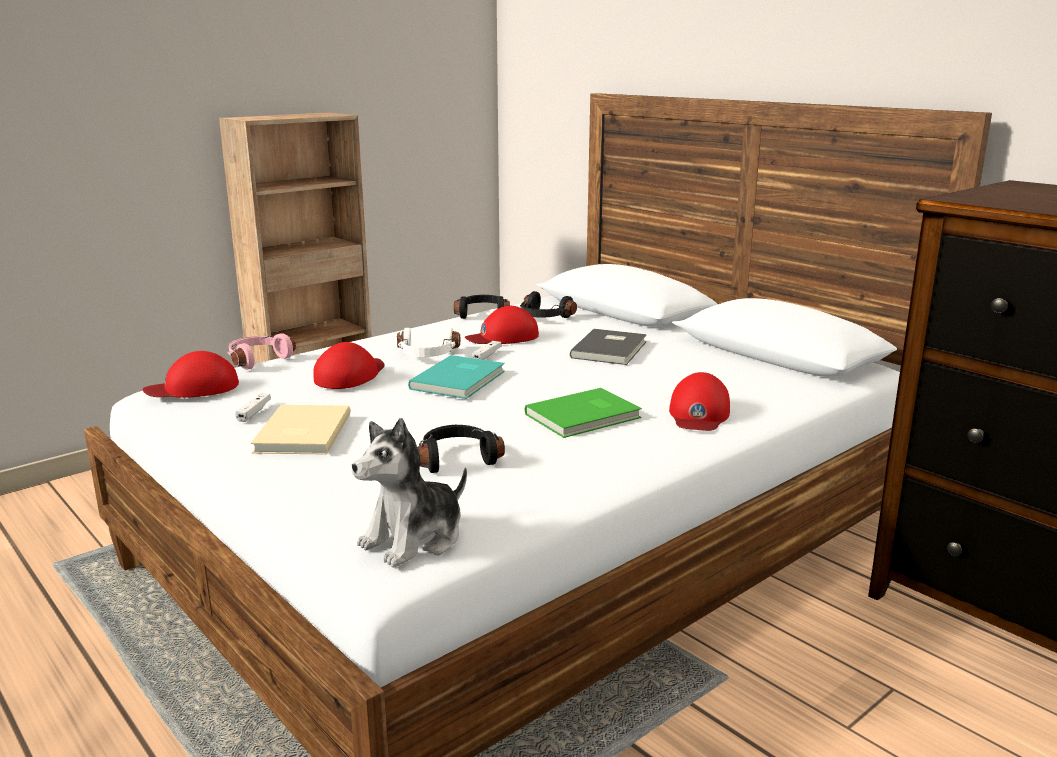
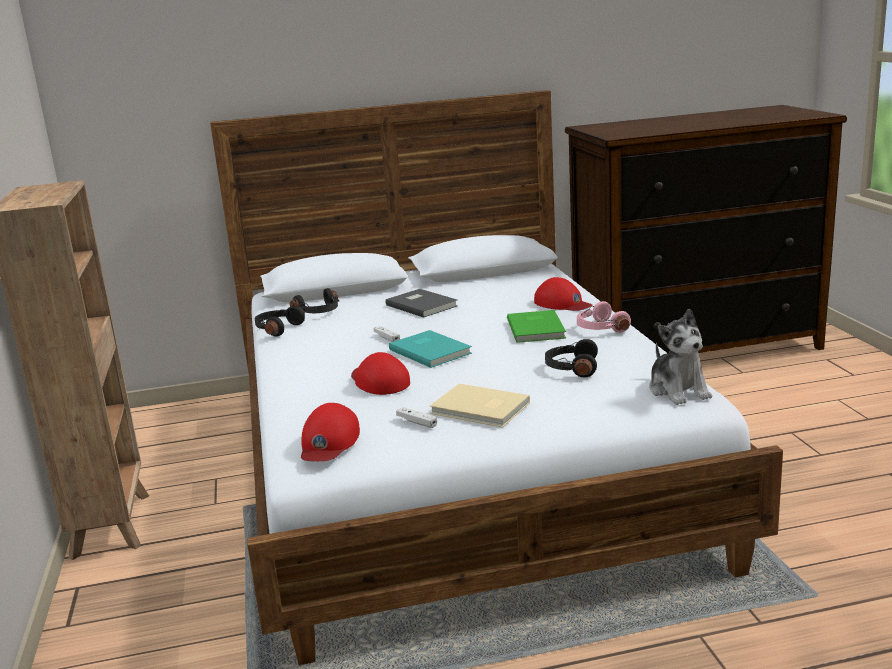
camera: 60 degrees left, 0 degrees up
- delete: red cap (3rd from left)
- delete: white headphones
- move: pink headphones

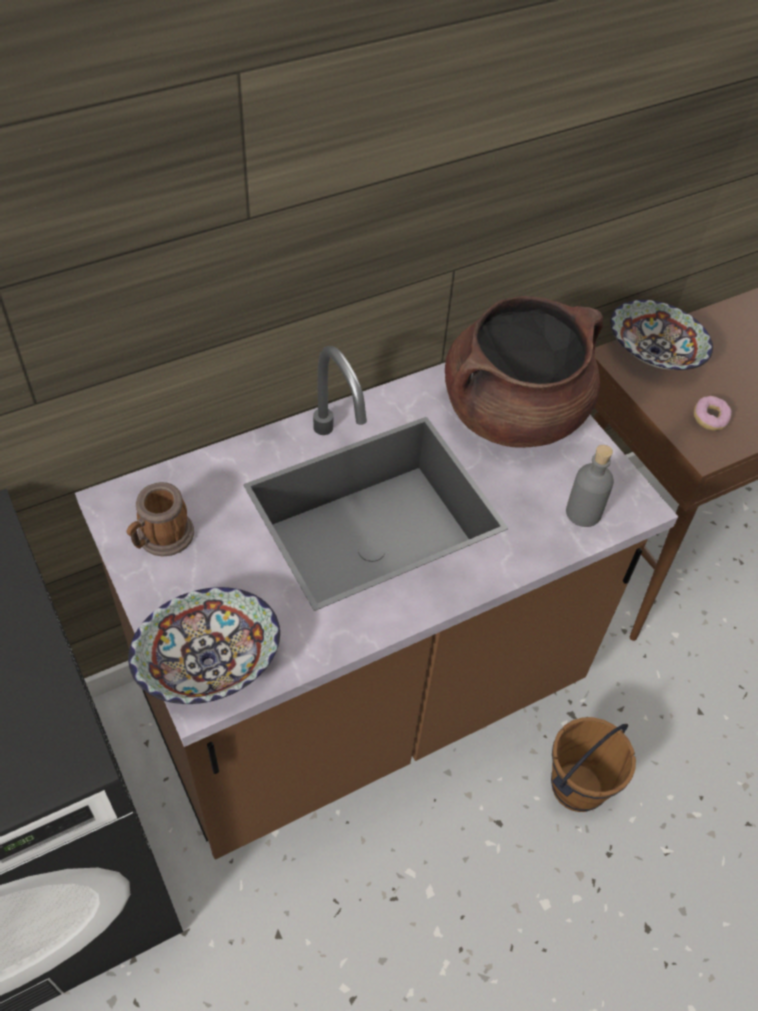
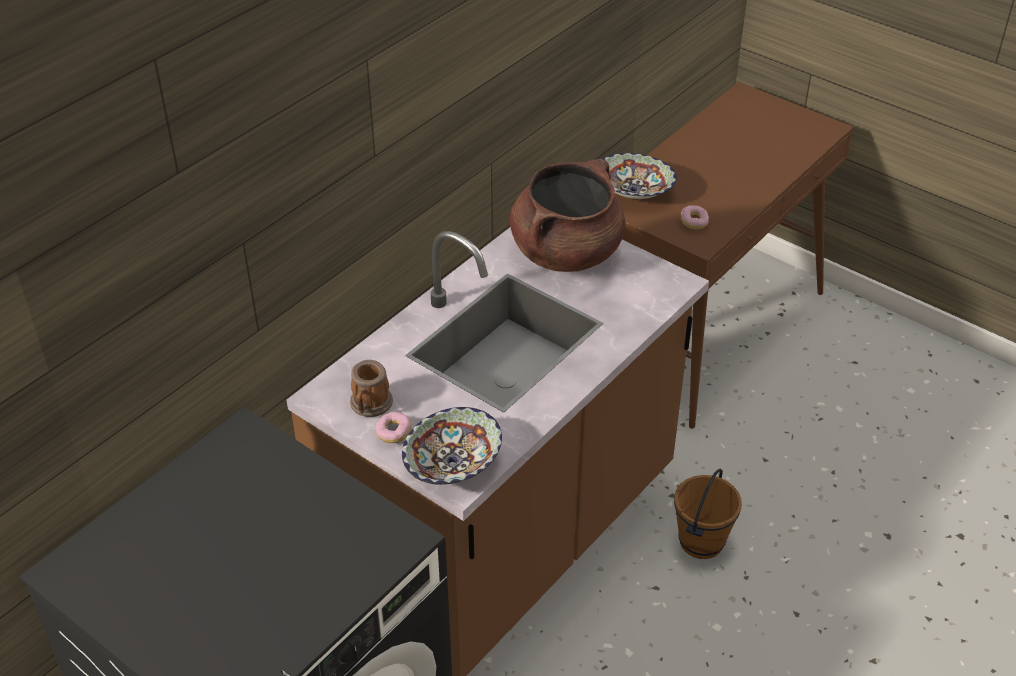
camera: 20 degrees left, 10 degrees down
- delete: grey bottle
- insert: donut (1st from left)

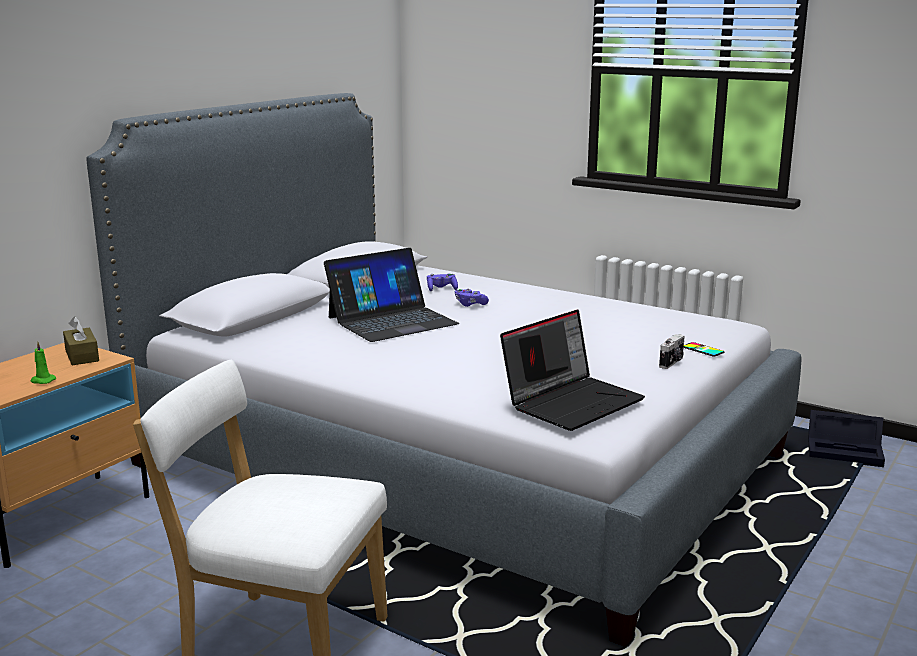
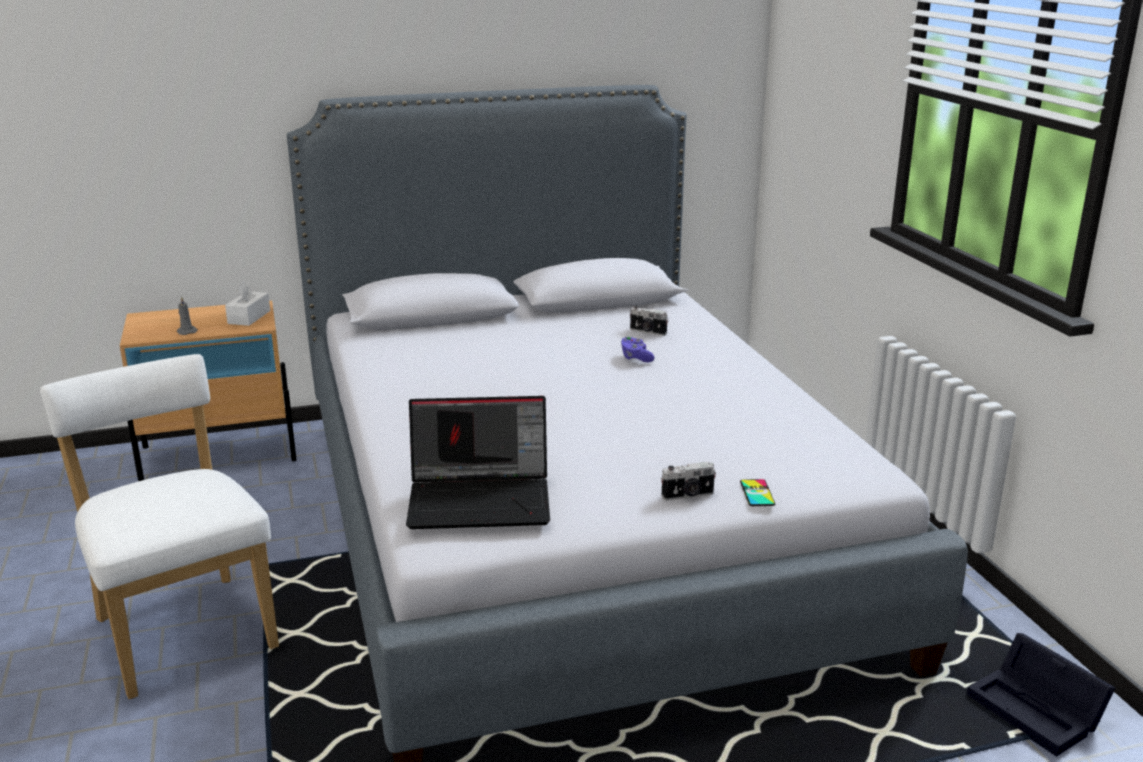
camera: 40 degrees right, 5 degrees up
- delete: laptop (1st from left)
- replace: purple game controller (1st from left) to photo camera (1st from left)
- recolor: brown tissue box to white tissue box
- recolor: green candle to grey candle

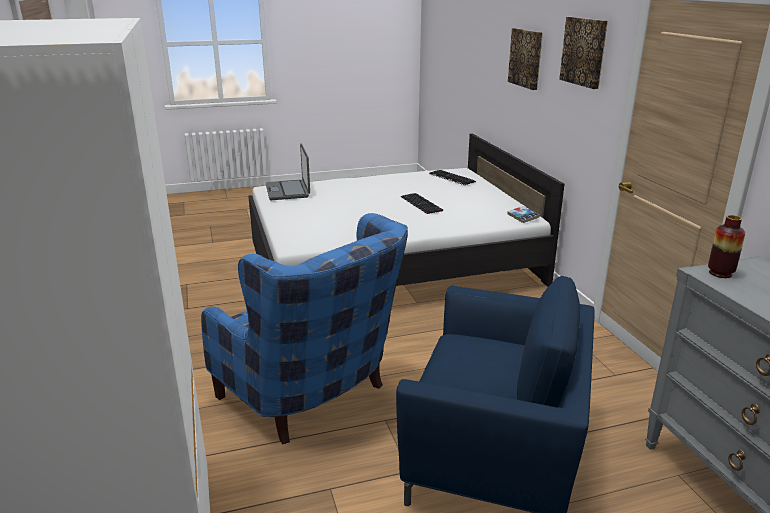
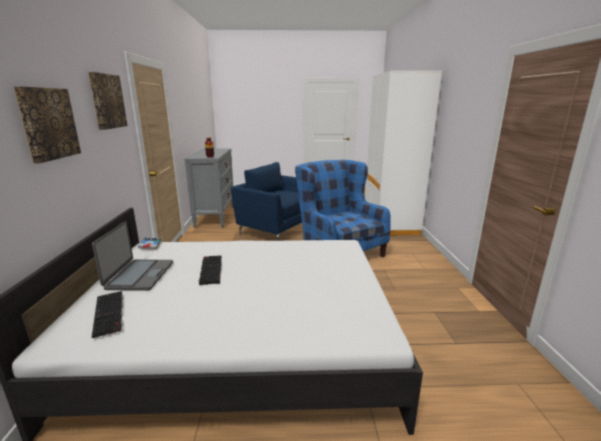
camera: 165 degrees left, 5 degrees down
- move: laptop

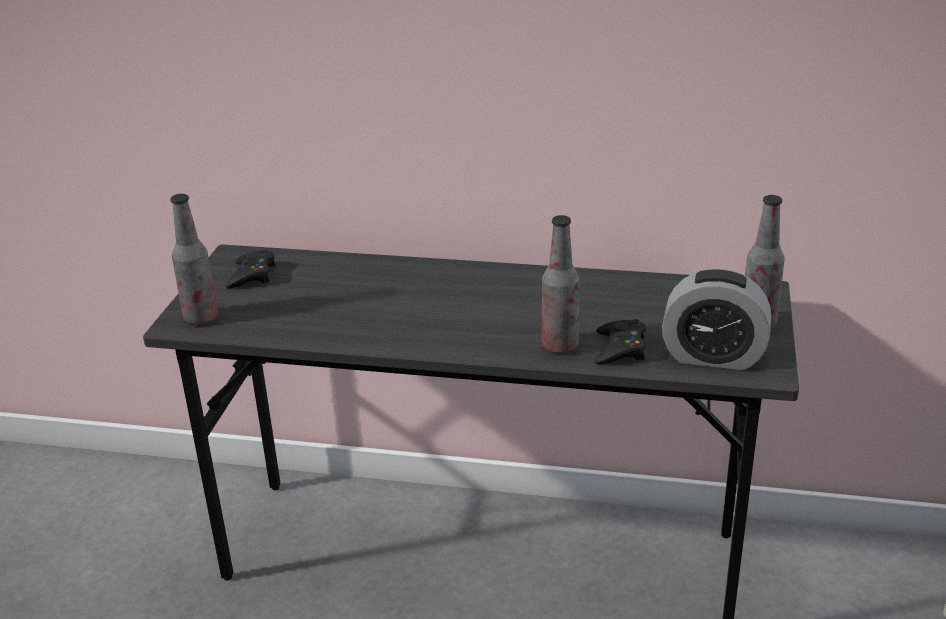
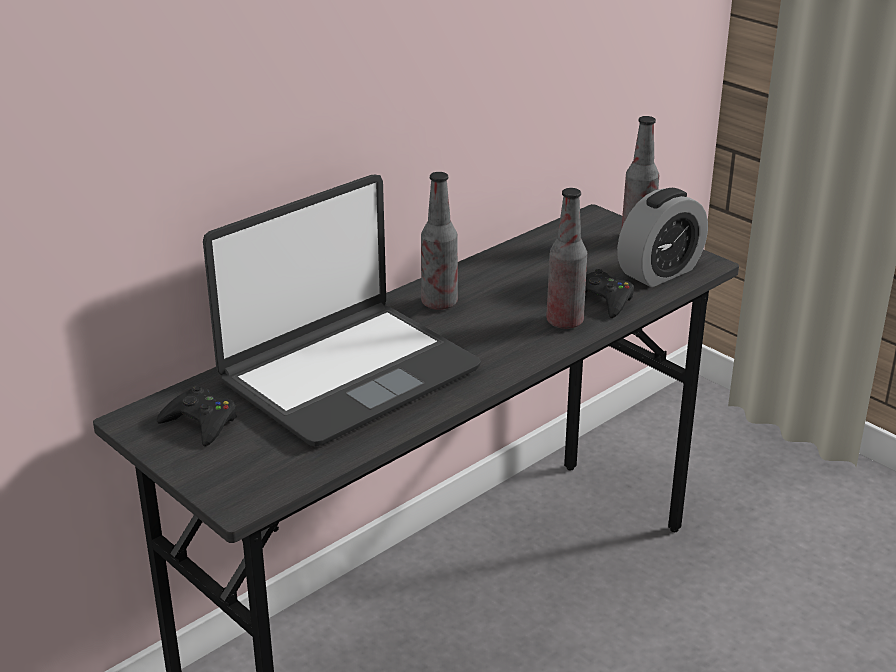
camera: 55 degrees left, 0 degrees up
- move: bottle (1st from left)
- insert: laptop

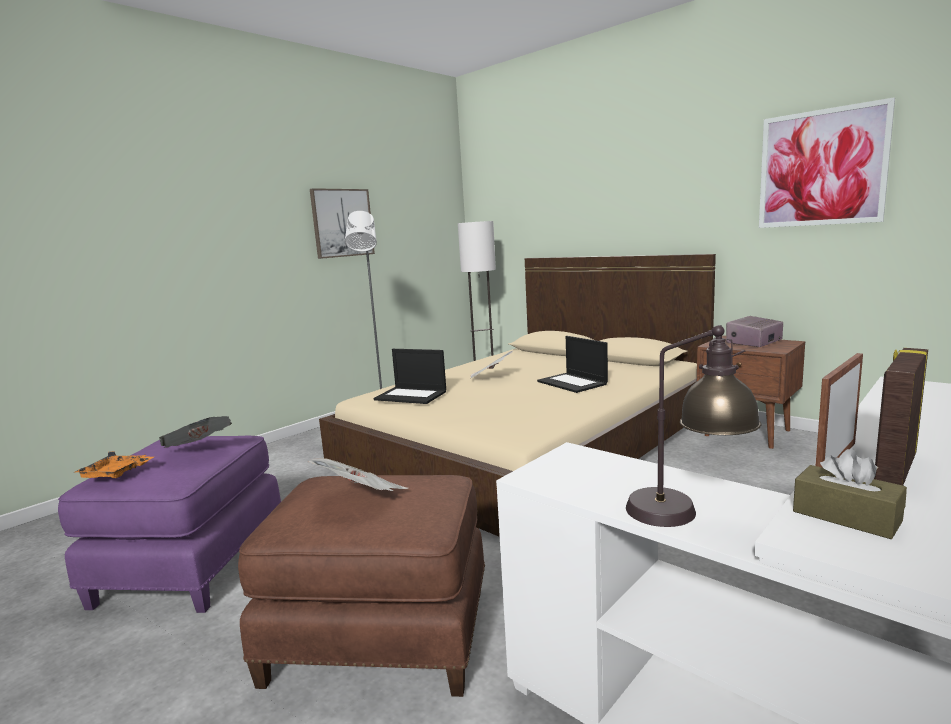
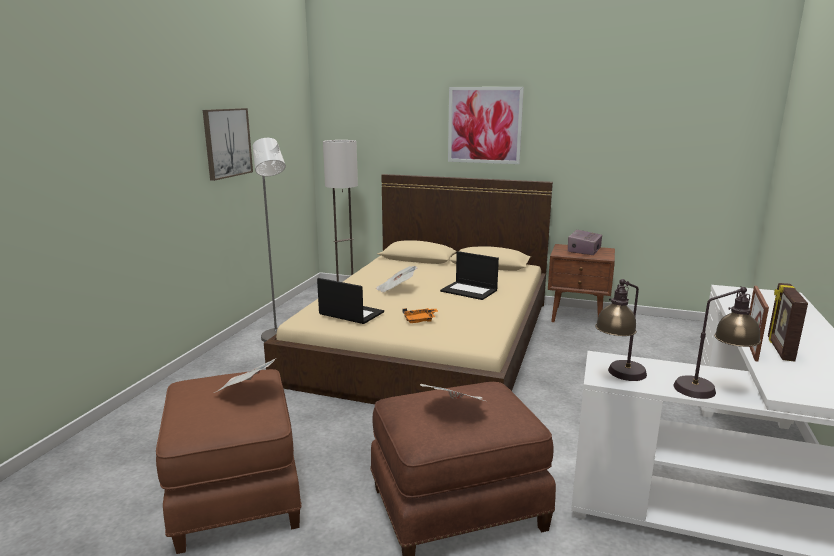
camera: 25 degrees left, 5 degrees up
- move: picture (2nd from left)
- rotate: laptop (1st from left) 150 degrees counterclockwise
- recolor: purple ottoman to brown ottoman (1st from left)
- delete: brown tissue box
- move: orange tray
- insert: table lamp (1st from left)

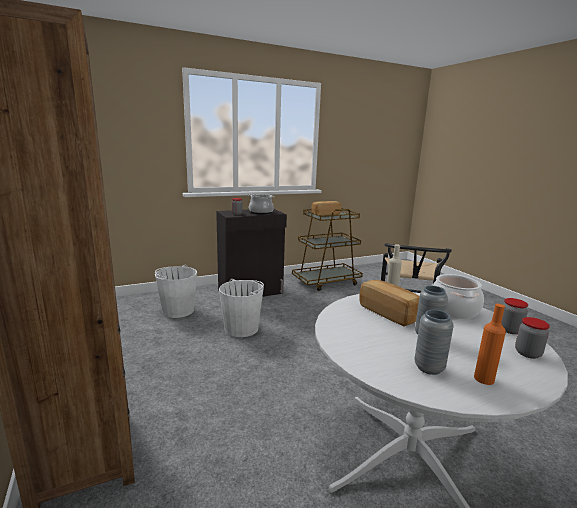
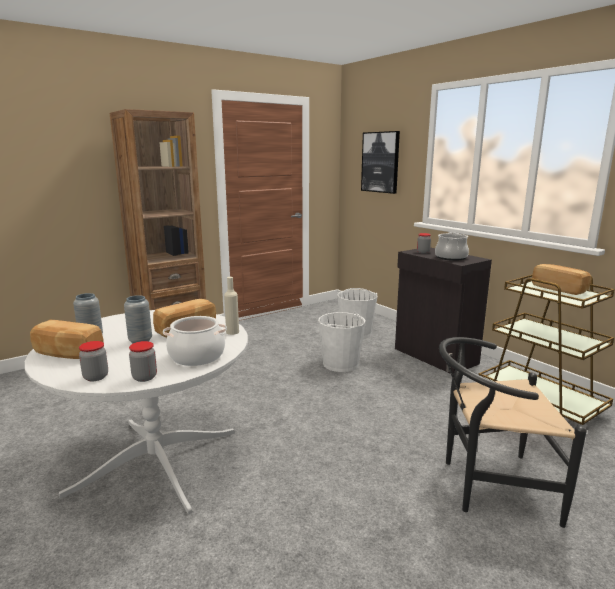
camera: 80 degrees right, 0 degrees up
- replace: orange bottle to bread (1st from left)
- insert: picture

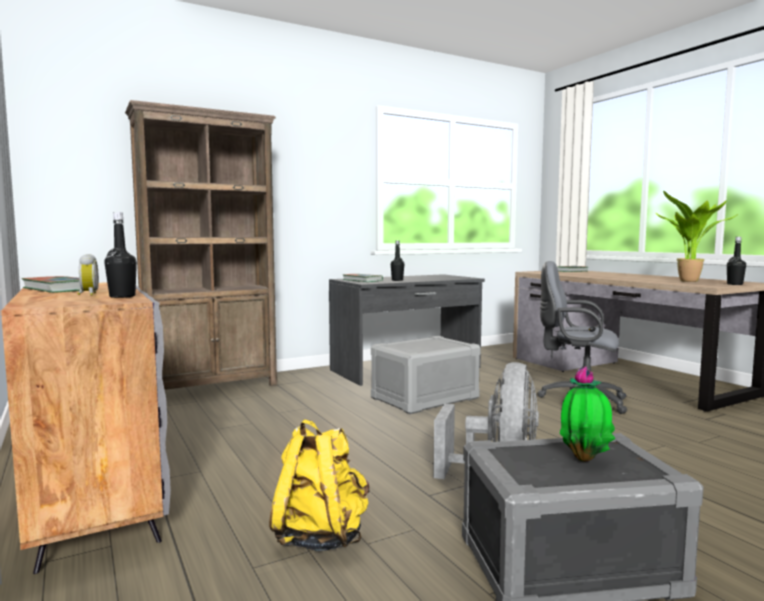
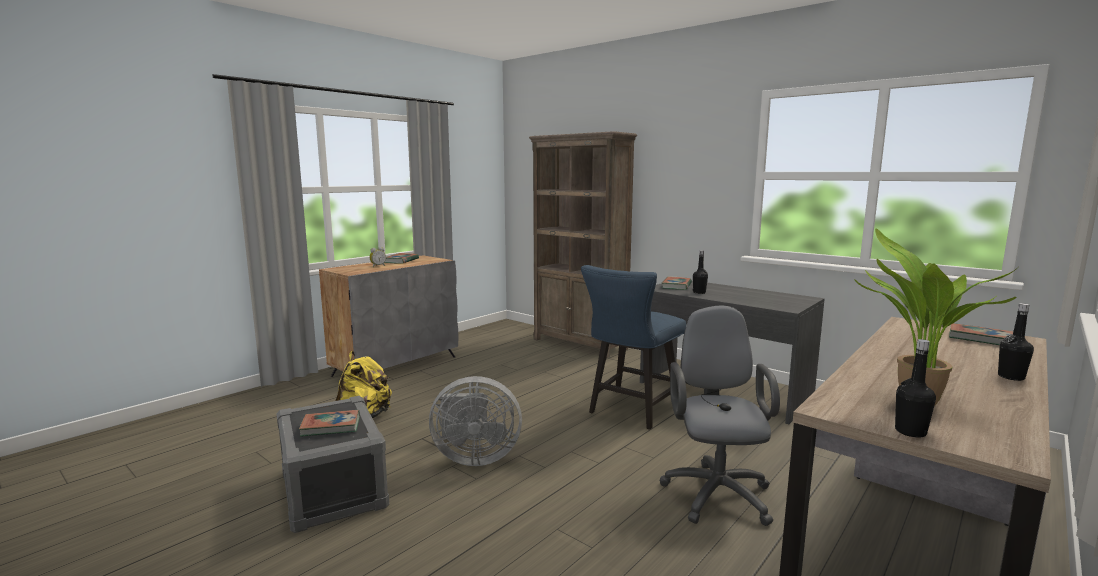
camera: 70 degrees right, 5 degrees up
- move: black bottle (1st from left in the first image) to black bottle (3rd from left)
- replace: grey storage box (1st from left) to blue chair
- replace: potted plant (1st from left) to book (1st from left)

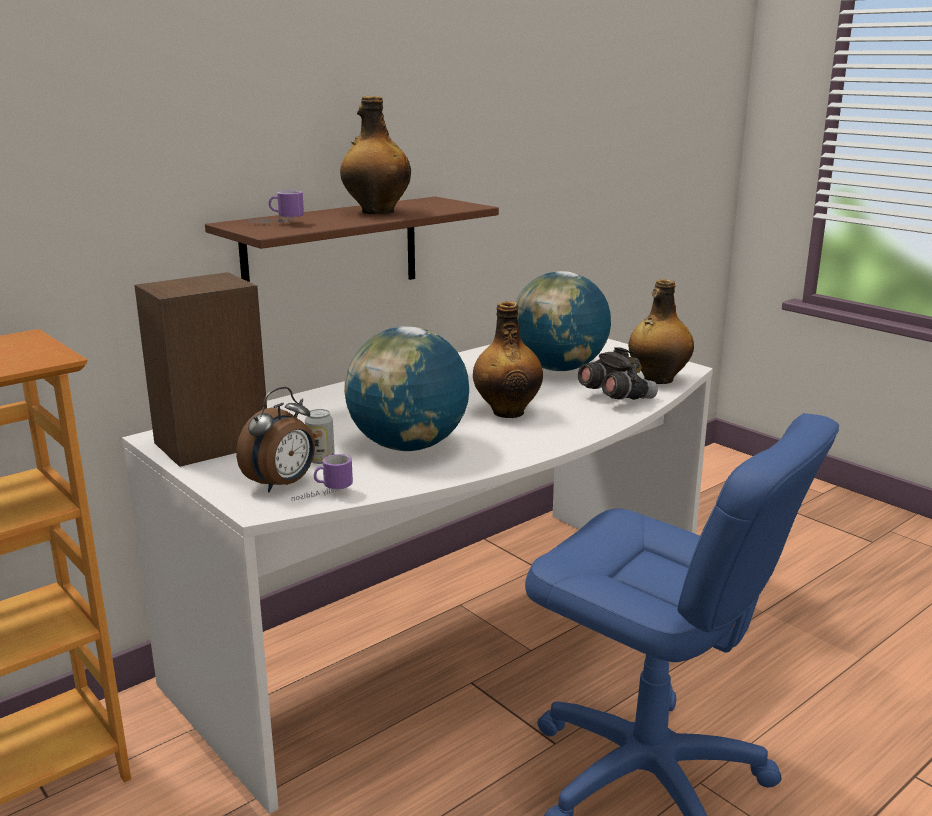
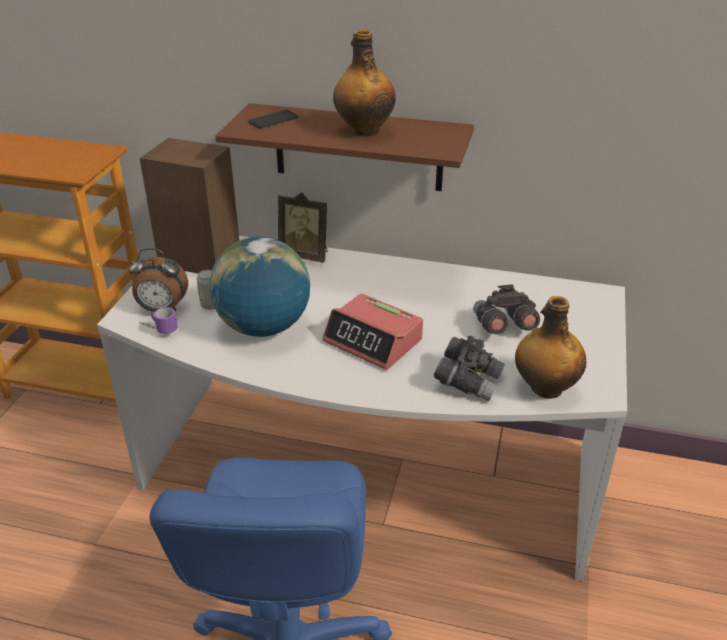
camera: 55 degrees right, 15 degrees up
- replace: mug (1st from left) to phone
- replace: globe (2nd from left) to grey binoculars (2nd from left)
- replace: bottle (2nd from left) to alarm clock (2nd from left)
- insert: picture frame

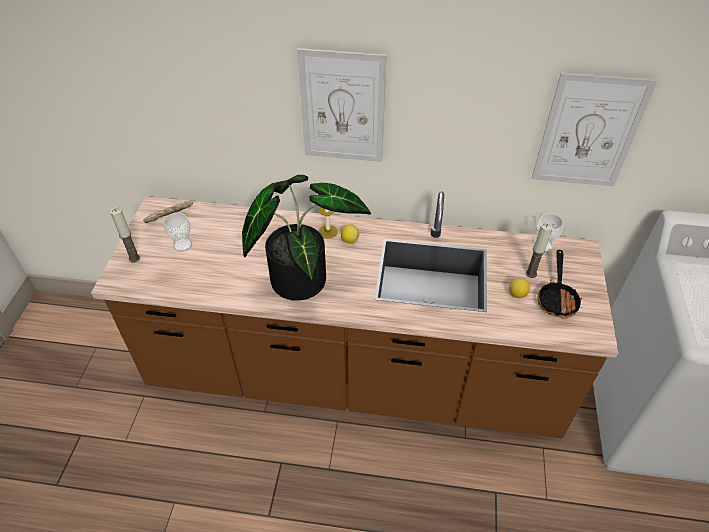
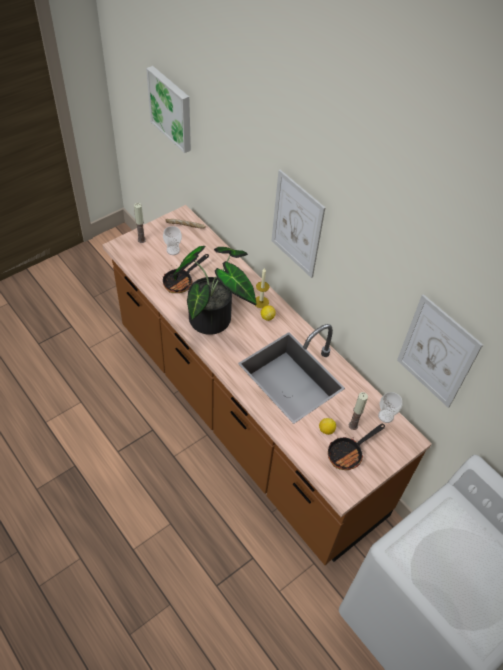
camera: 40 degrees right, 5 degrees up
- insert: picture (1st from left)
- insert: frying pan (1st from left)

